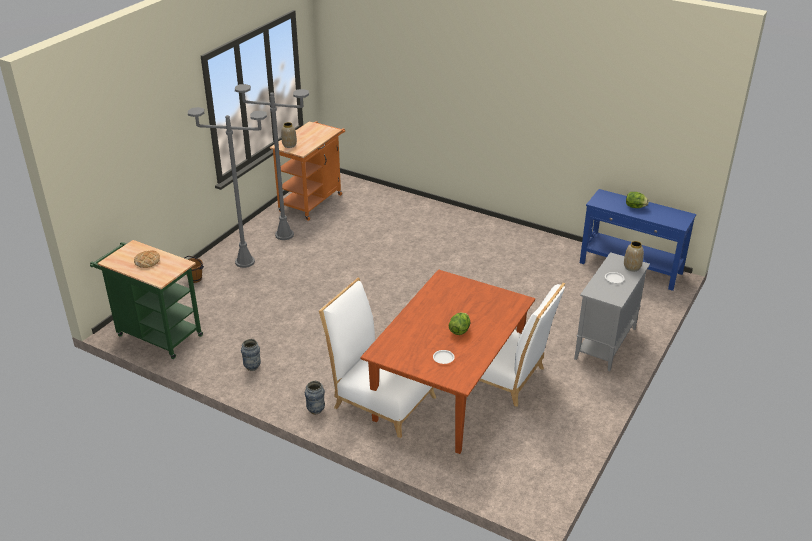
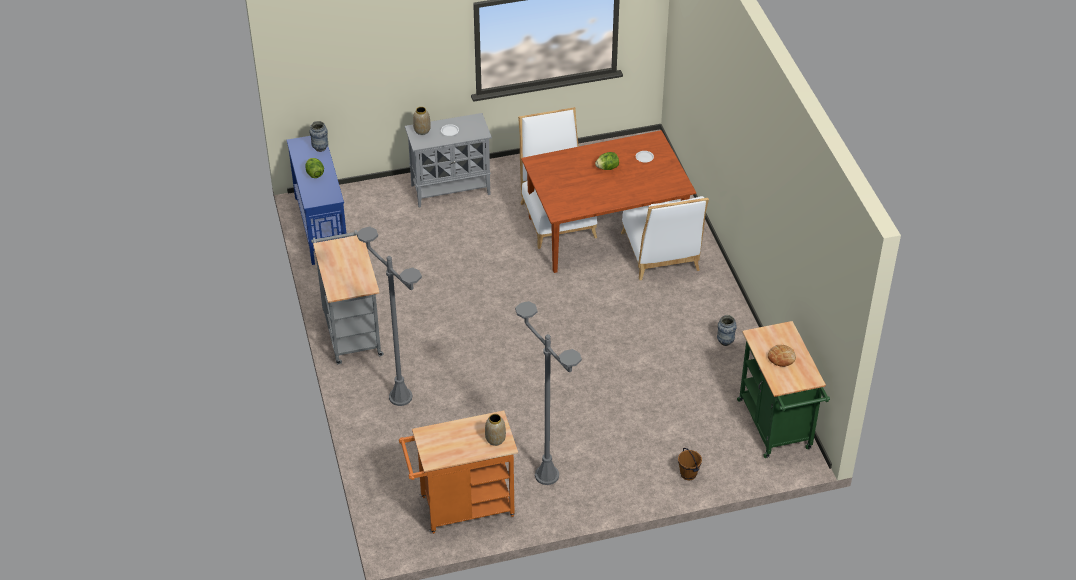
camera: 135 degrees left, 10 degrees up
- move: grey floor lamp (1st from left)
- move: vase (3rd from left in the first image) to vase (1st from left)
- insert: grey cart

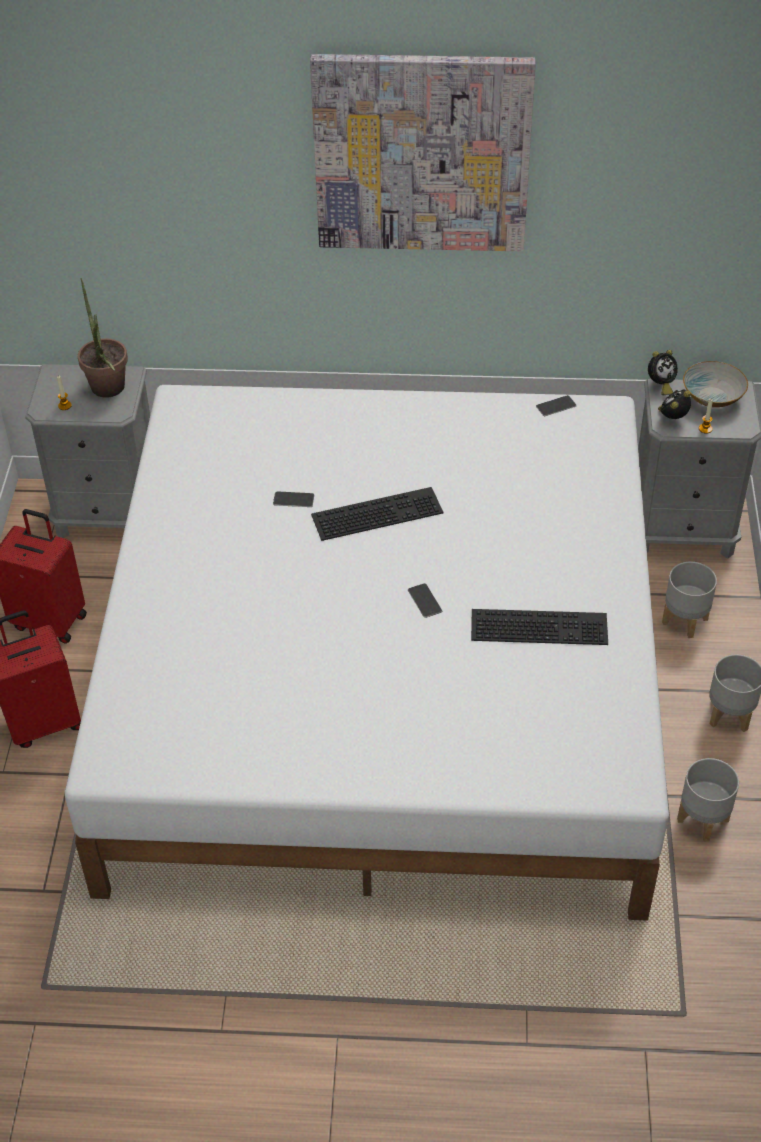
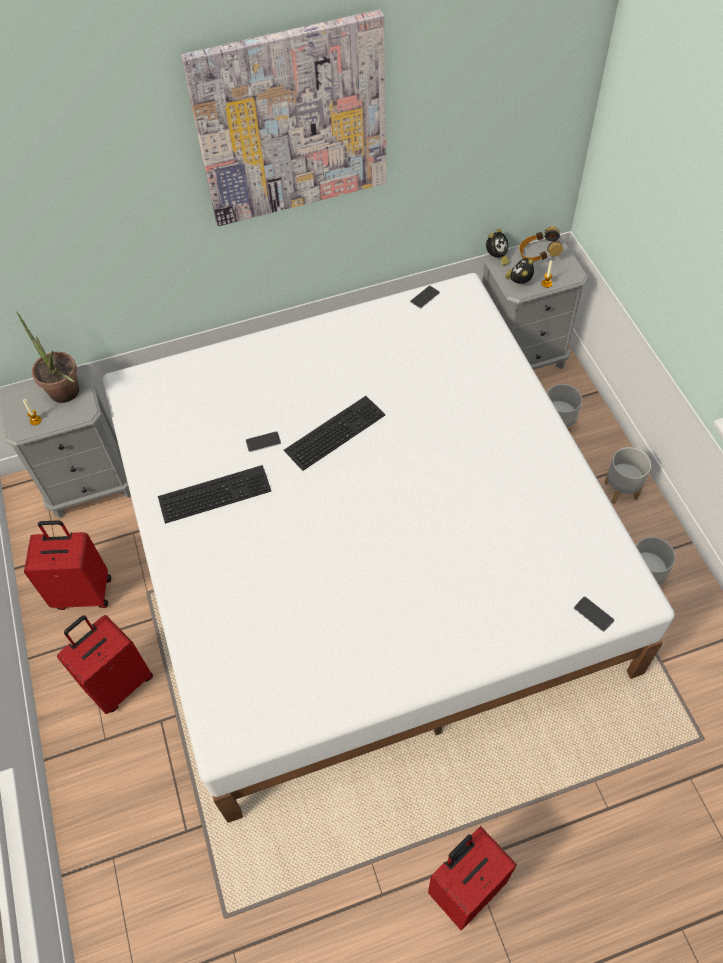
camera: 20 degrees left, 10 degrees up
- replace: bowl to headphones
- move: phone (2nd from left in the first image) to phone (3rd from left)
- move: keyboard (2nd from left in the first image) to keyboard (1st from left)
- insert: red suitcase (3rd from left)

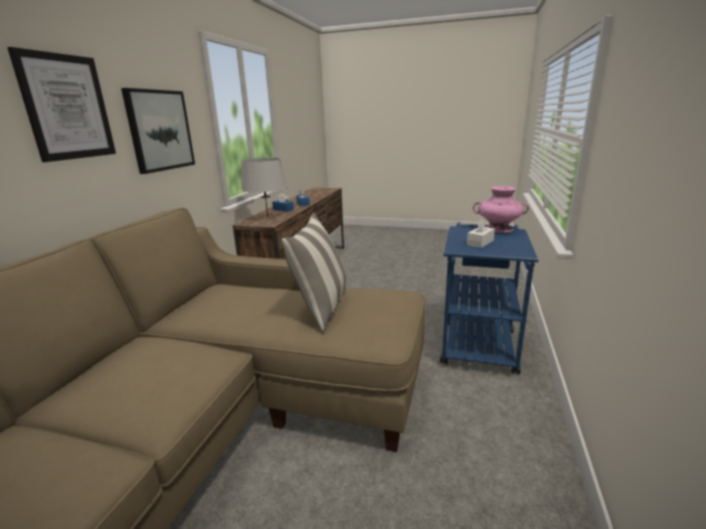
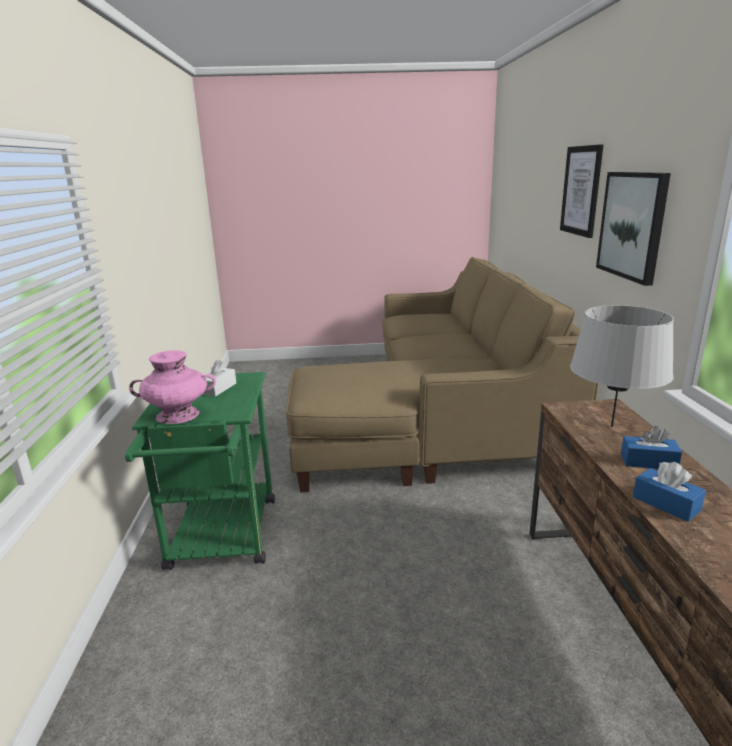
camera: 160 degrees right, 0 degrees up
- delete: pillow
- recolor: blue cart to green cart

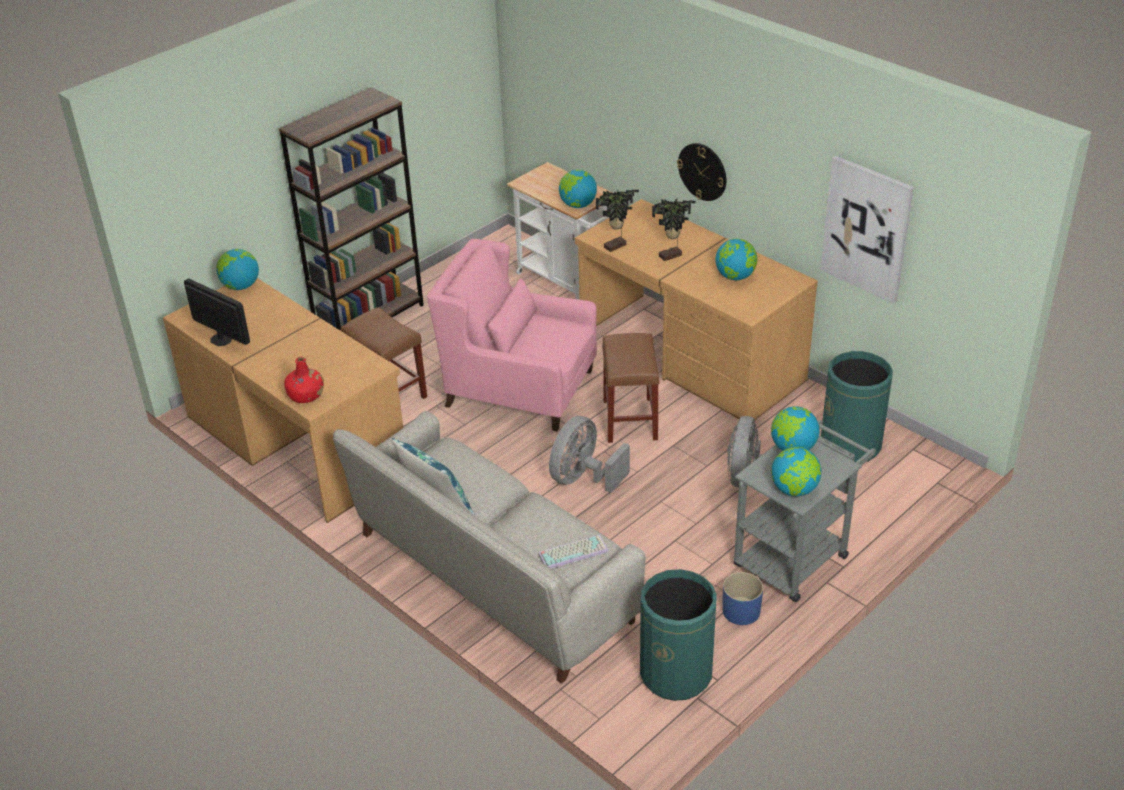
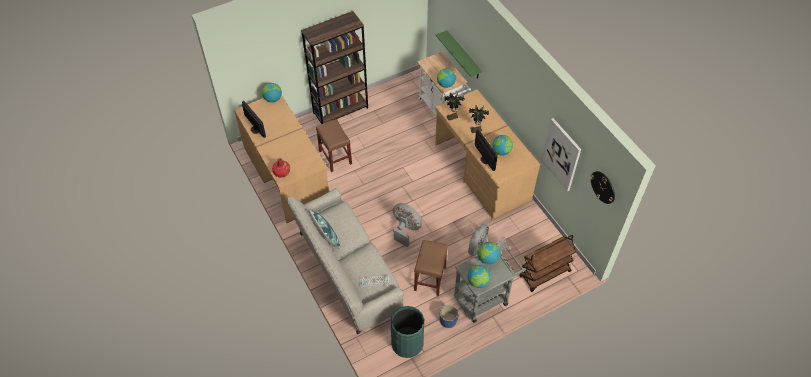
camera: 15 degrees right, 15 degrees up
- move: wall clock
- delete: pink armchair
- move: brown stool (2nd from left)
- delete: green trash can (2nd from left)
- rotate: grey fan (1st from left) 75 degrees clockwise
- insert: green shelf
- insert: monitor (2nd from left)
- insert: brown cart

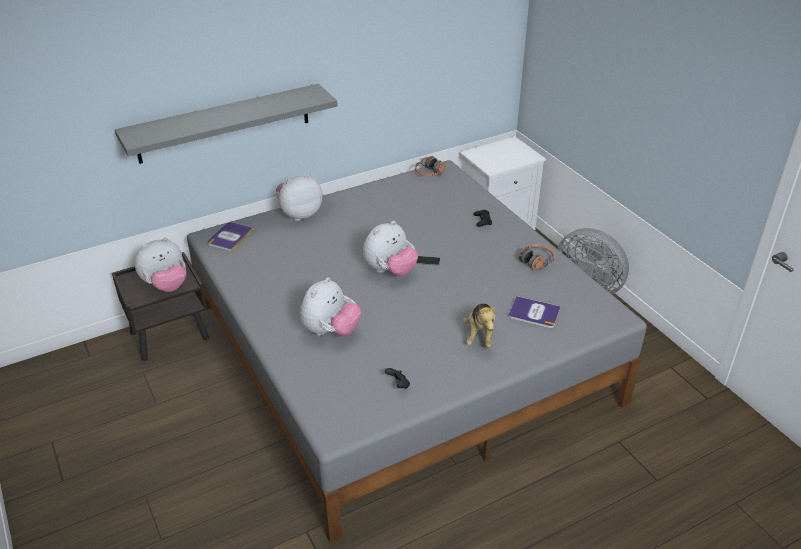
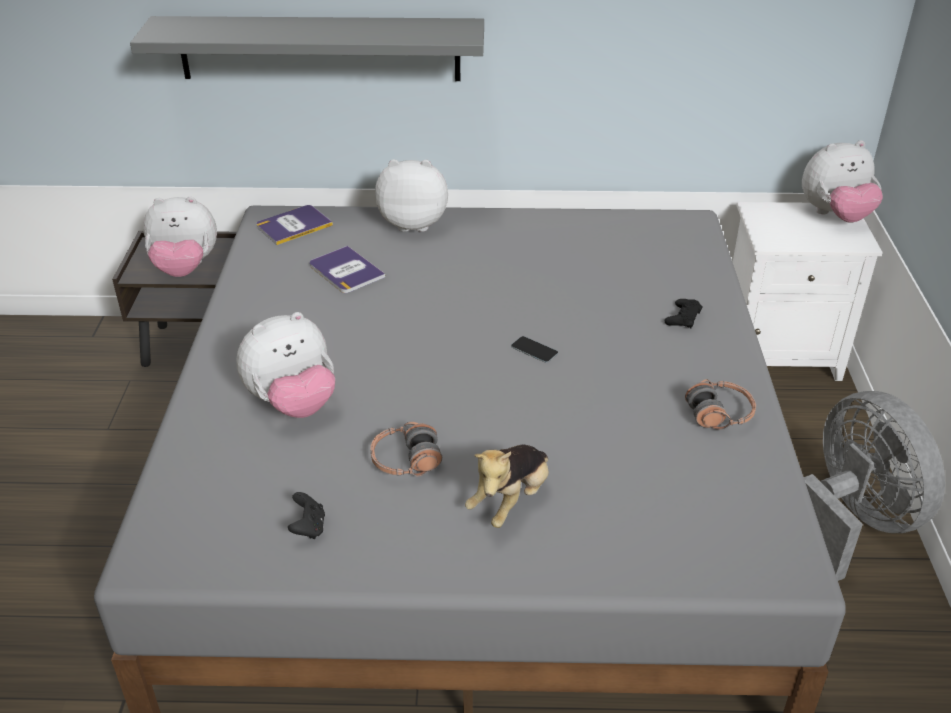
camera: 30 degrees right, 0 degrees up
- move: headphones (1st from left)
- move: plush toy (4th from left in the first image) to plush toy (5th from left)
- move: book (2nd from left)

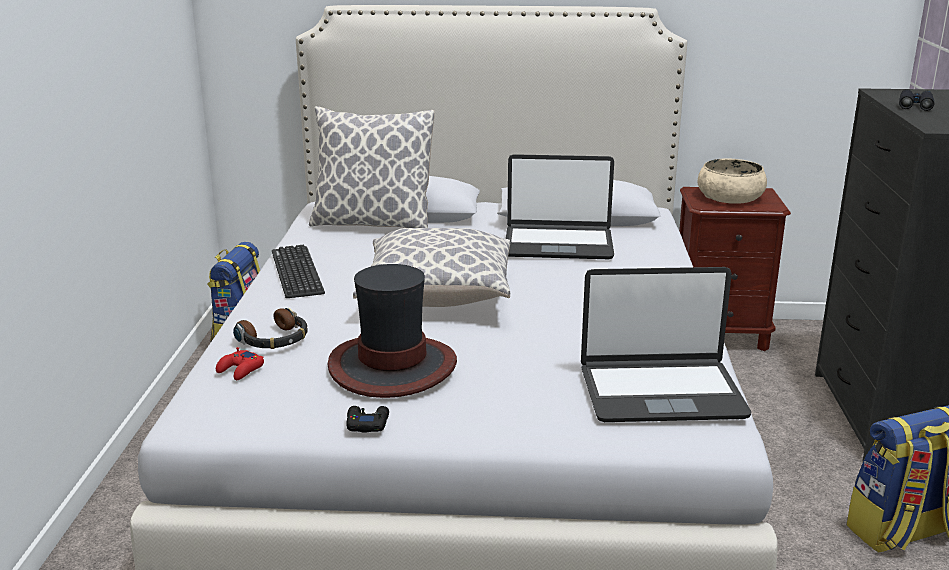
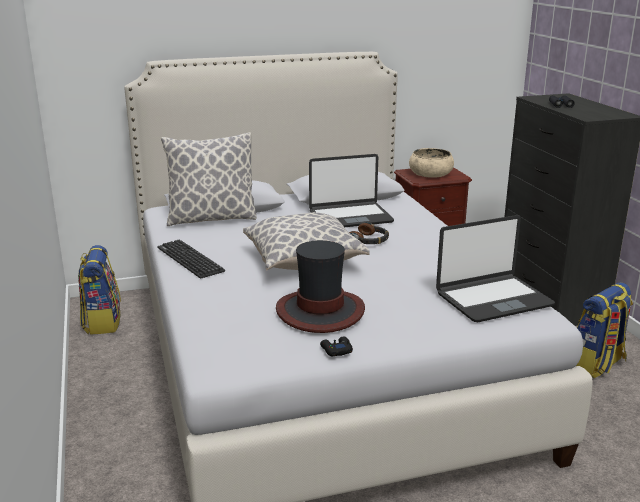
camera: 20 degrees left, 0 degrees up
- move: headphones
- delete: red game controller

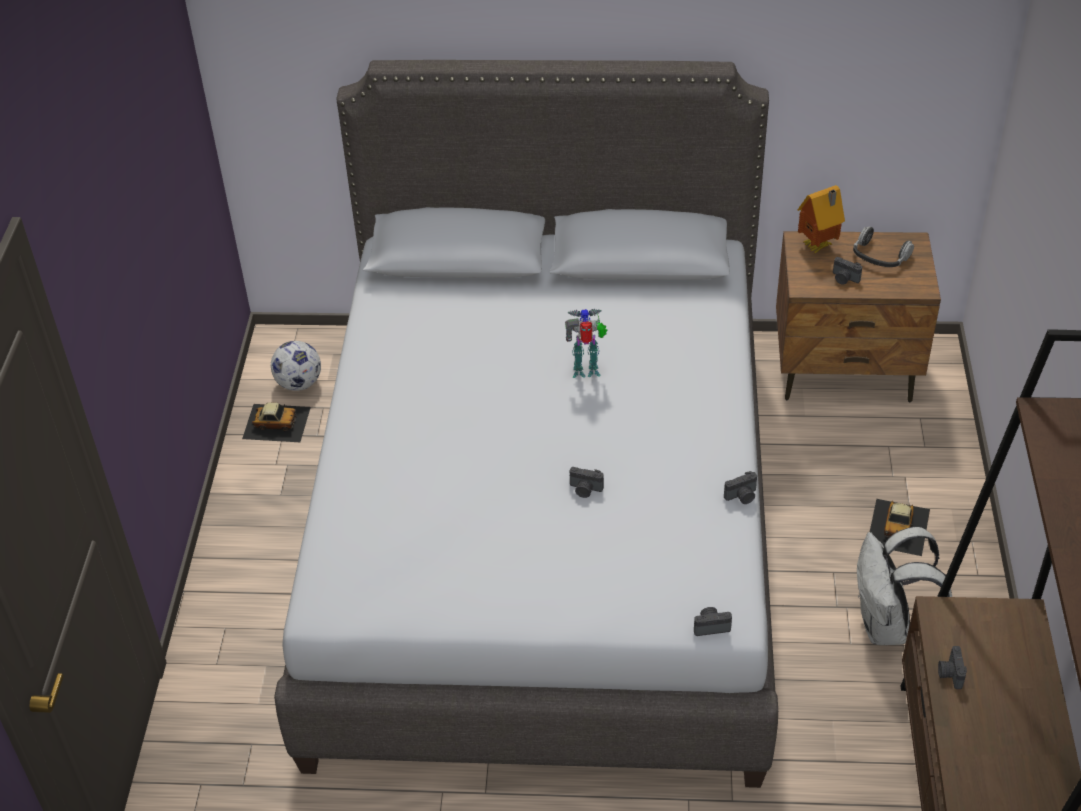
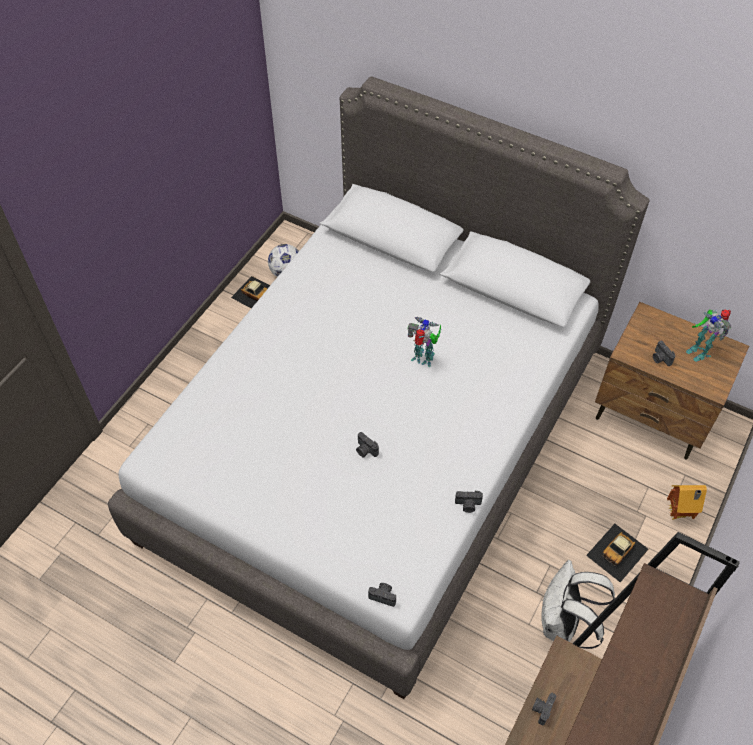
camera: 25 degrees right, 10 degrees up
- move: toy house
- replace: headphones to toy robot (2nd from left)

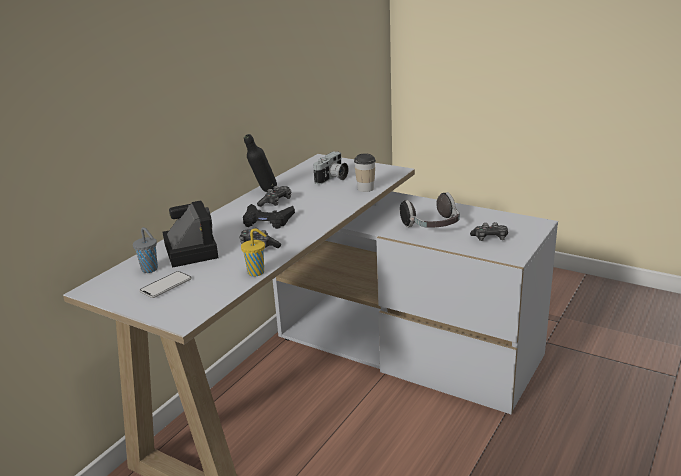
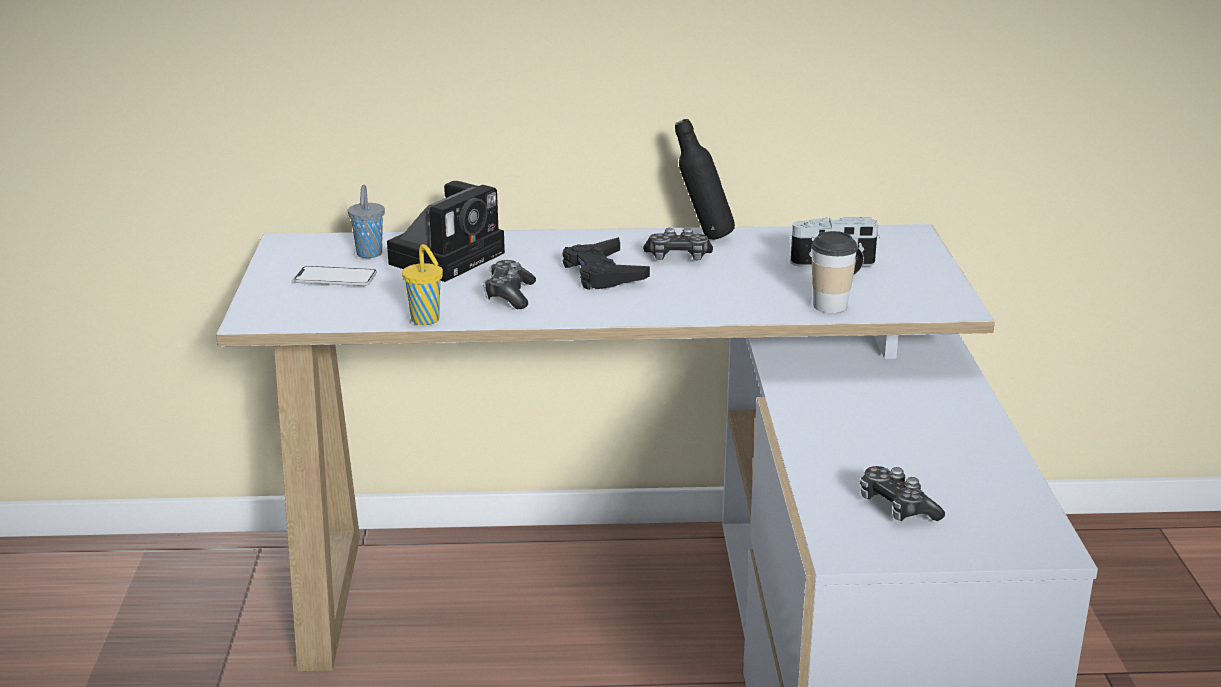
camera: 55 degrees right, 0 degrees up
- delete: headphones

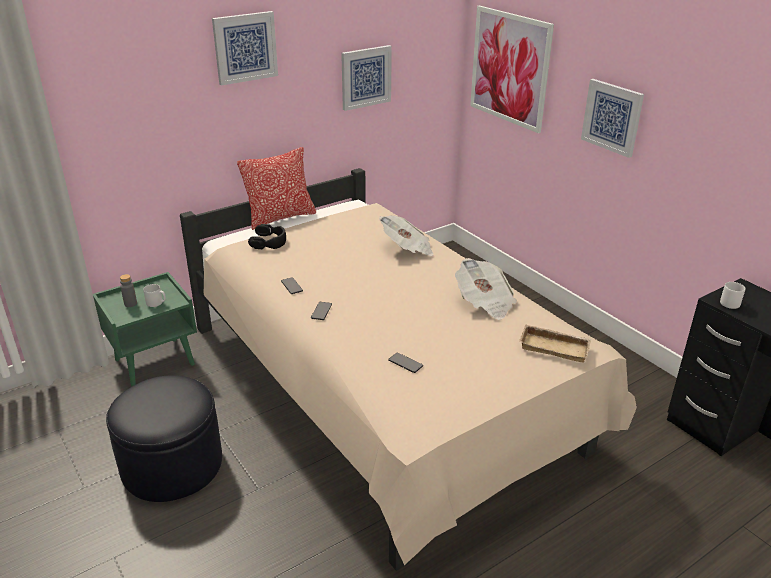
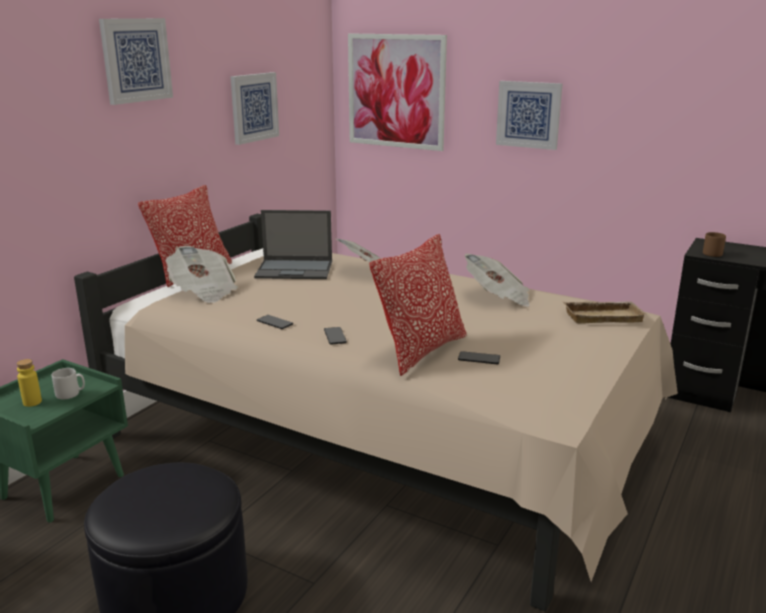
camera: 25 degrees left, 10 degrees down
- replace: black headphones to newspaper (1st from left)
- recolor: grey bottle to yellow bottle
- recolor: grey mug (2nd from left) to brown mug
- insert: laptop
- insert: pillow (2nd from left)

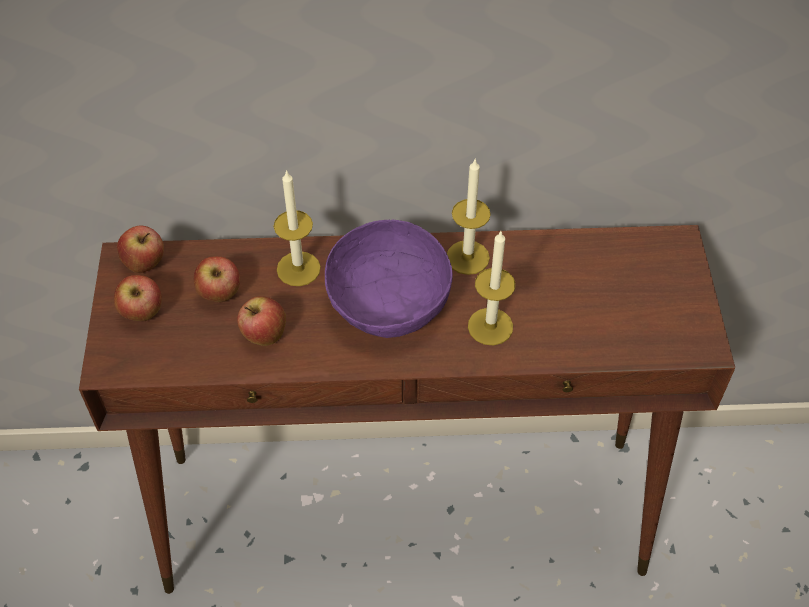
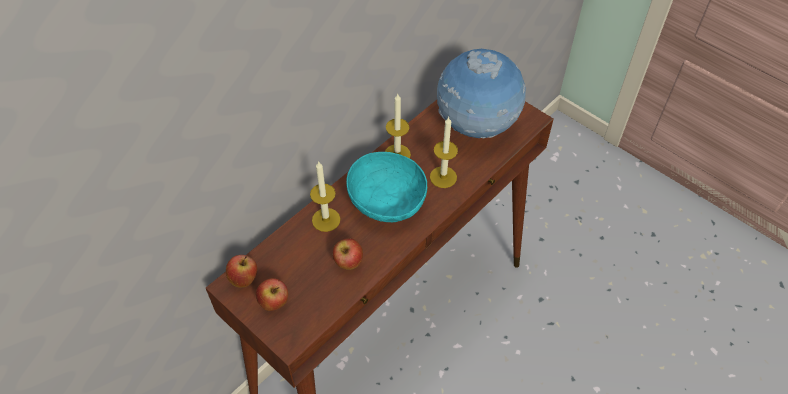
camera: 45 degrees left, 0 degrees up
- recolor: purple bowl to turquoise bowl
- delete: apple (3rd from left)
- insert: globe

